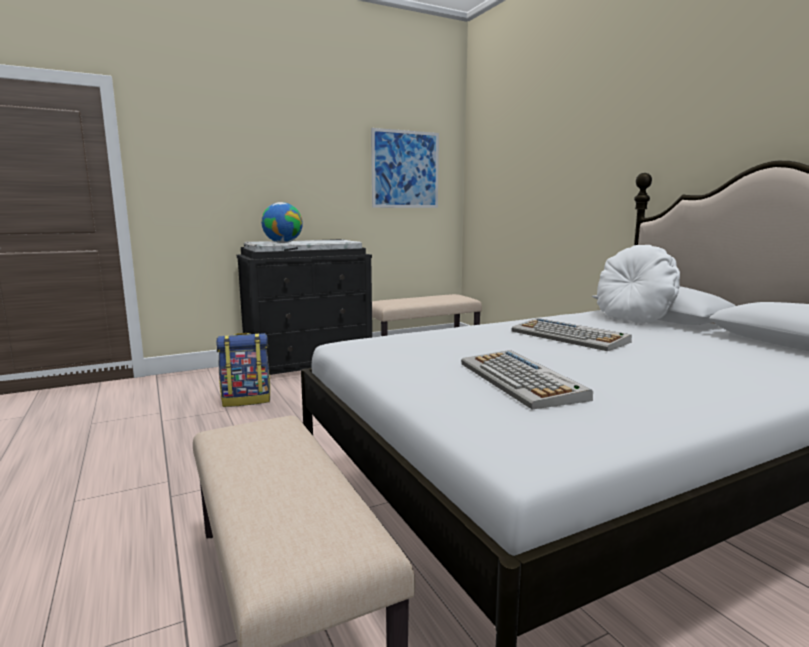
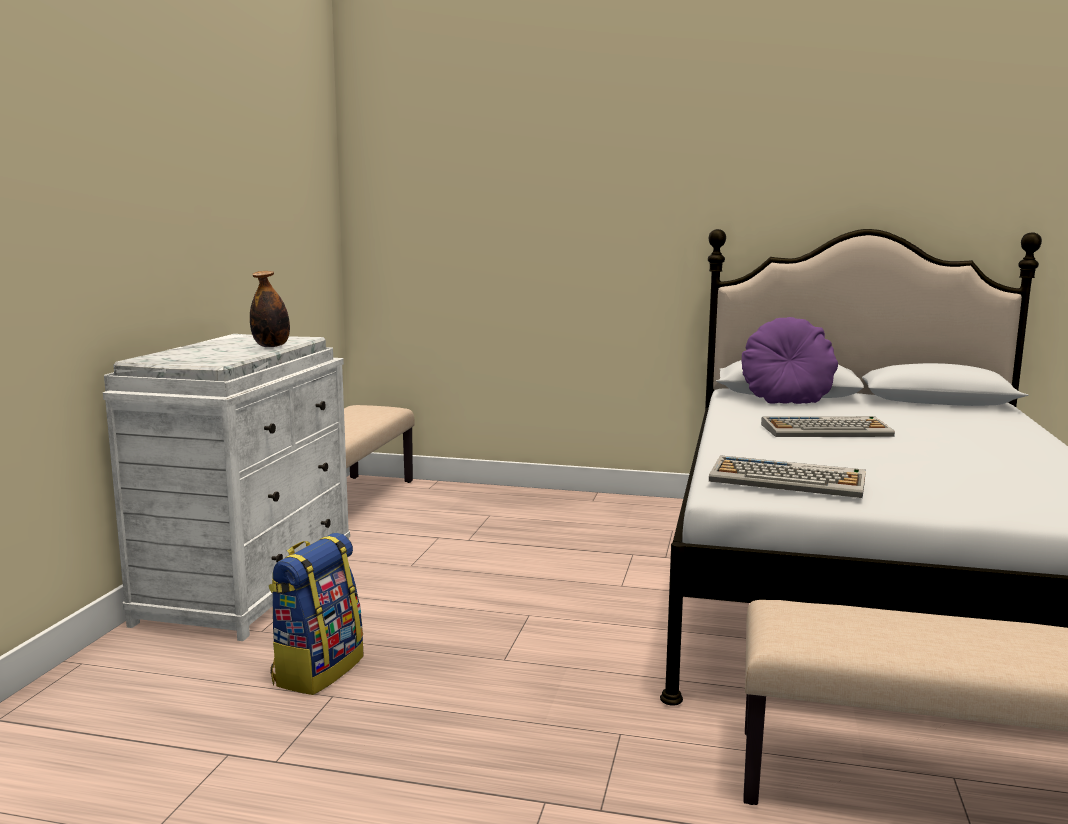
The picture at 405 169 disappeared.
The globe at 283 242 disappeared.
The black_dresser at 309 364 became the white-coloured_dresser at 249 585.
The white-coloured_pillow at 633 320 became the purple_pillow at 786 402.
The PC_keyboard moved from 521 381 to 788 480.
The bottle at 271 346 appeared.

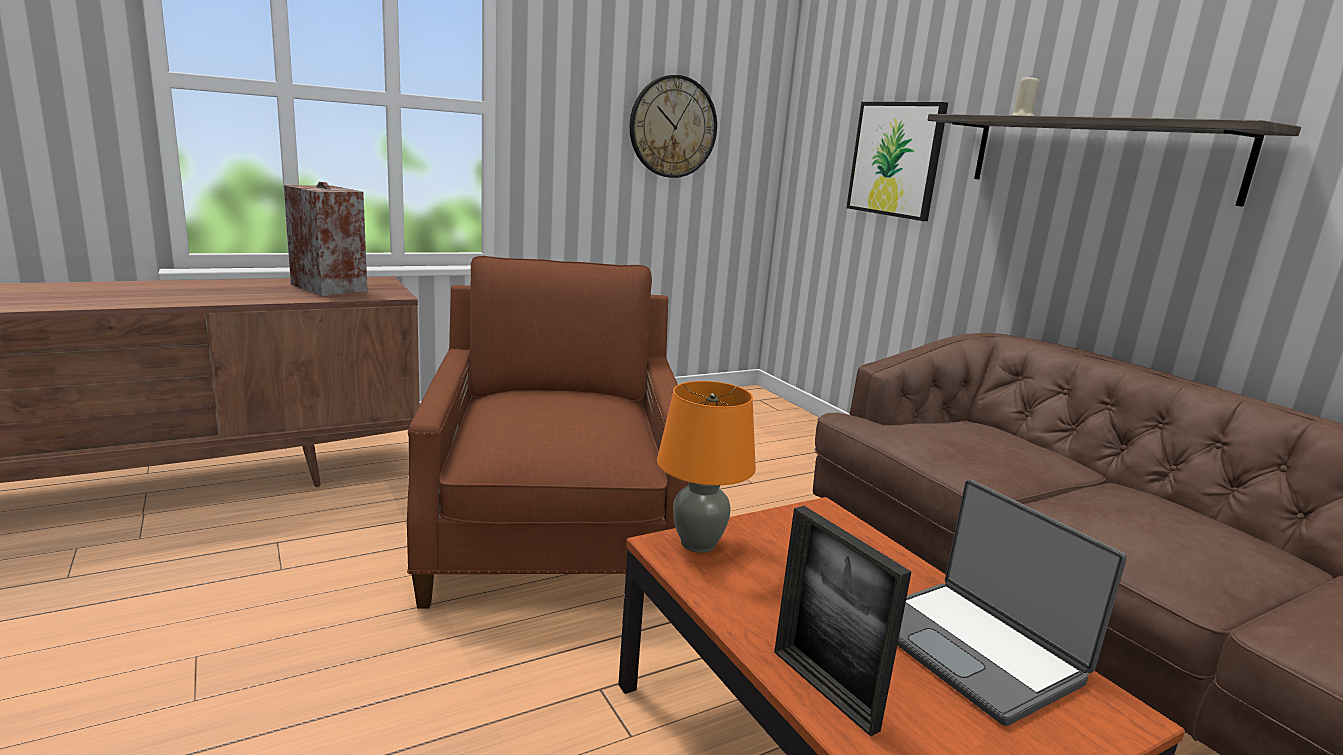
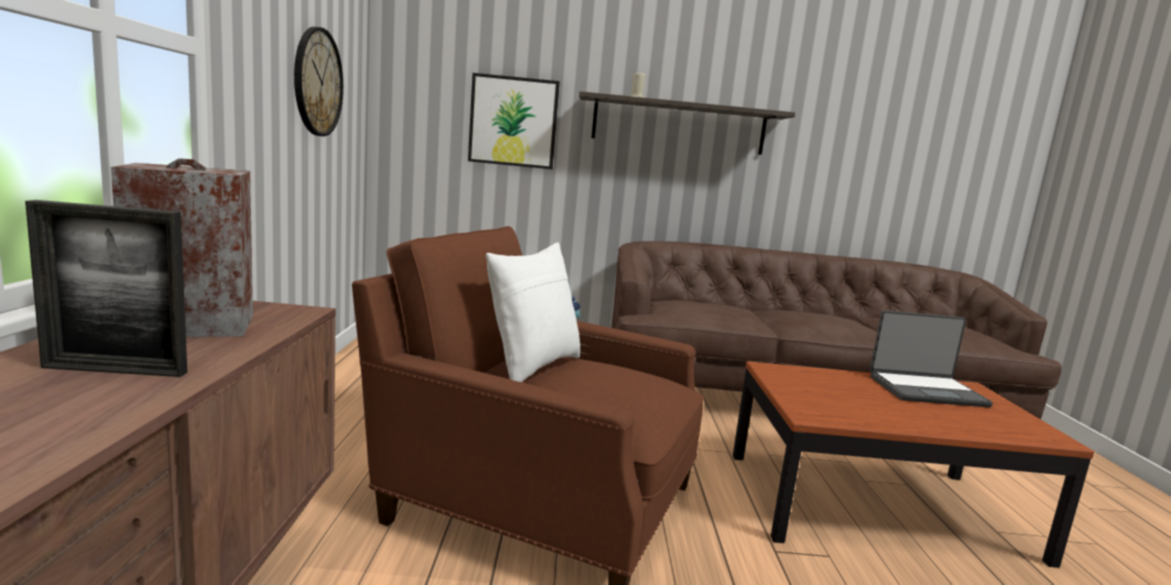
The orangey_lamp_for_a_table at 697 543 disappeared.
The standing_frame moved from 824 689 to 115 370.
The white-coloured_pillow at 532 368 appeared.

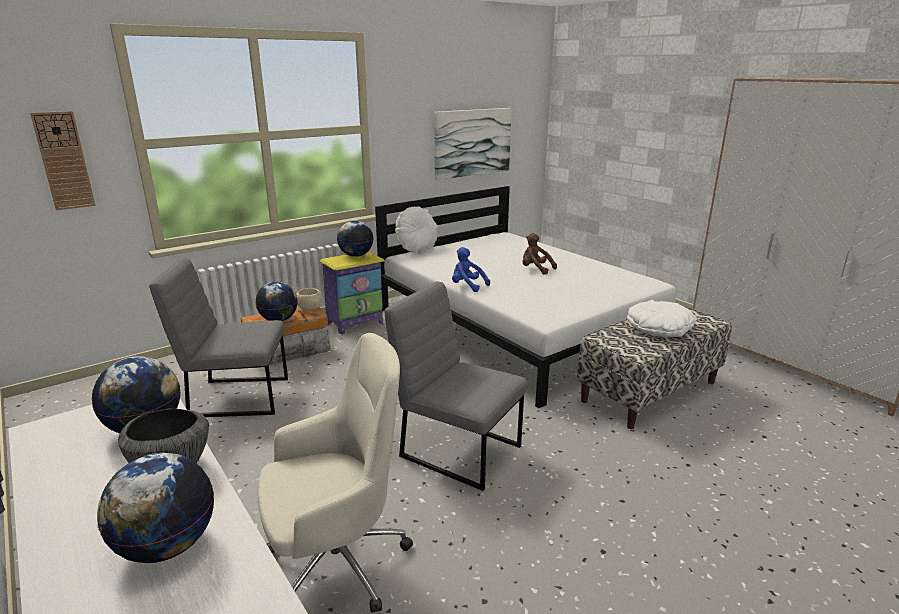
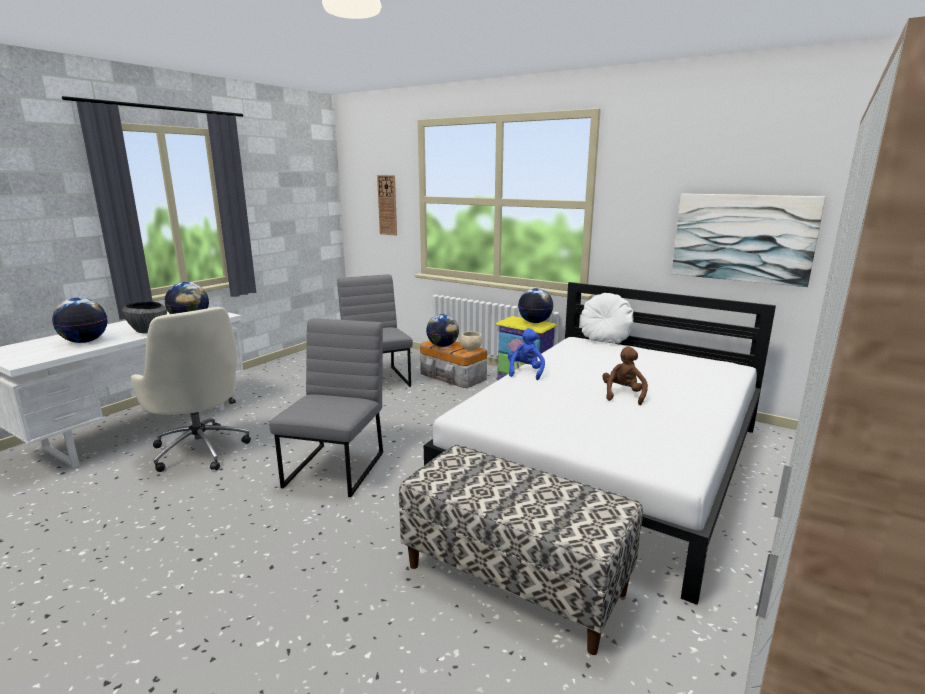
The white-coloured_pillow at 658 328 disappeared.

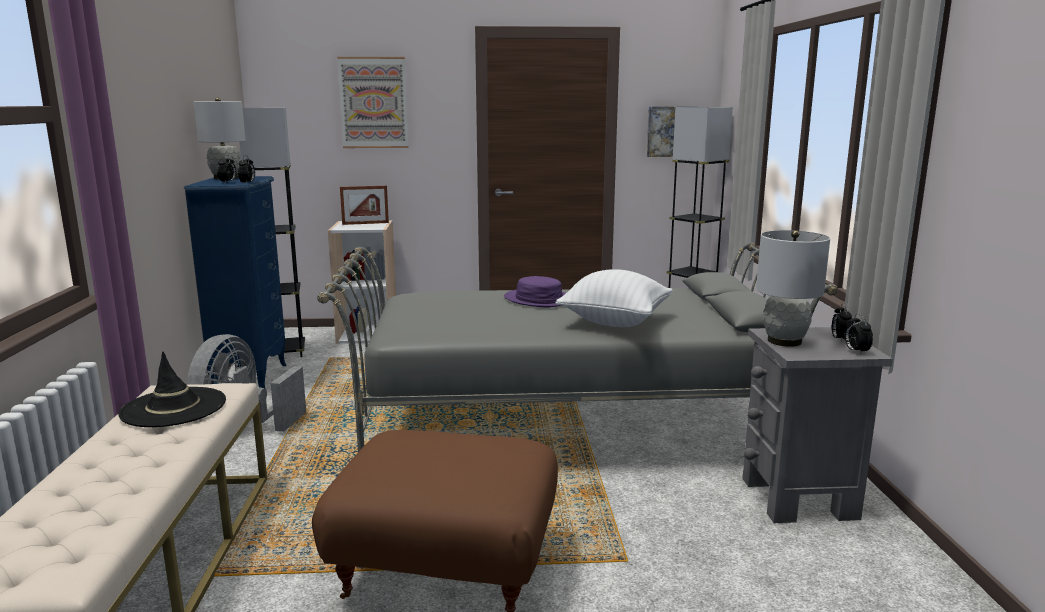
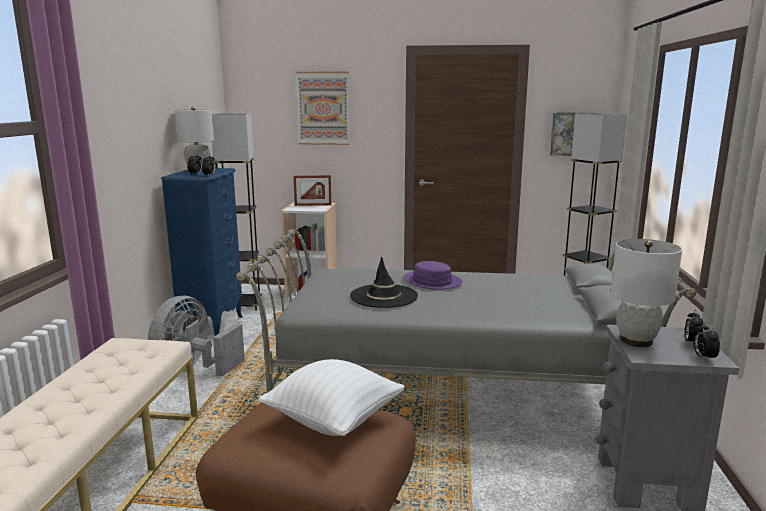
The white-coloured_pillow moved from 615 322 to 333 420.
The black_clothing_hat moved from 173 408 to 384 296.

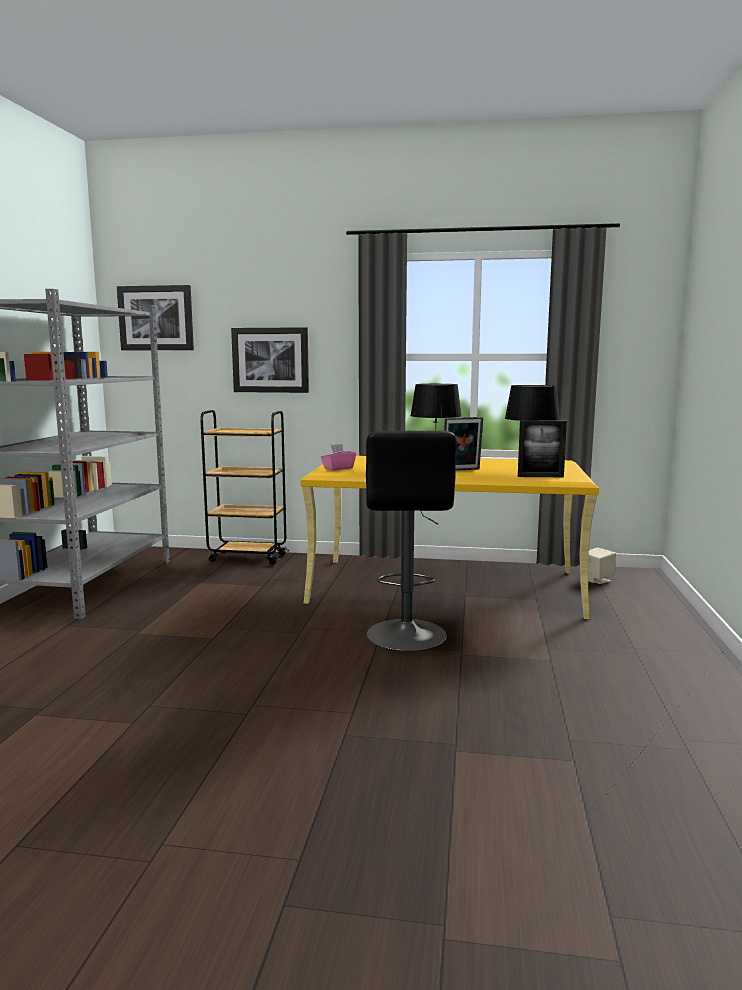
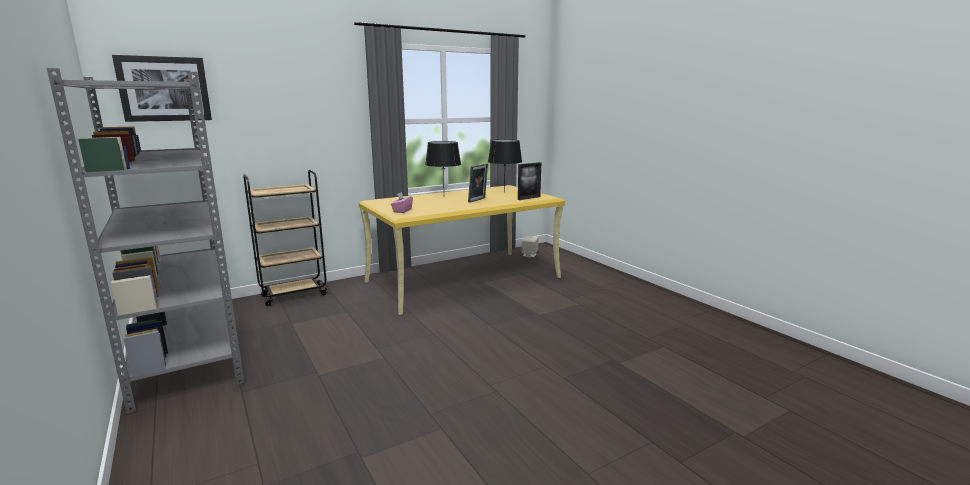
The picture at 270 360 disappeared.
The black_sitting_stool at 405 635 disappeared.

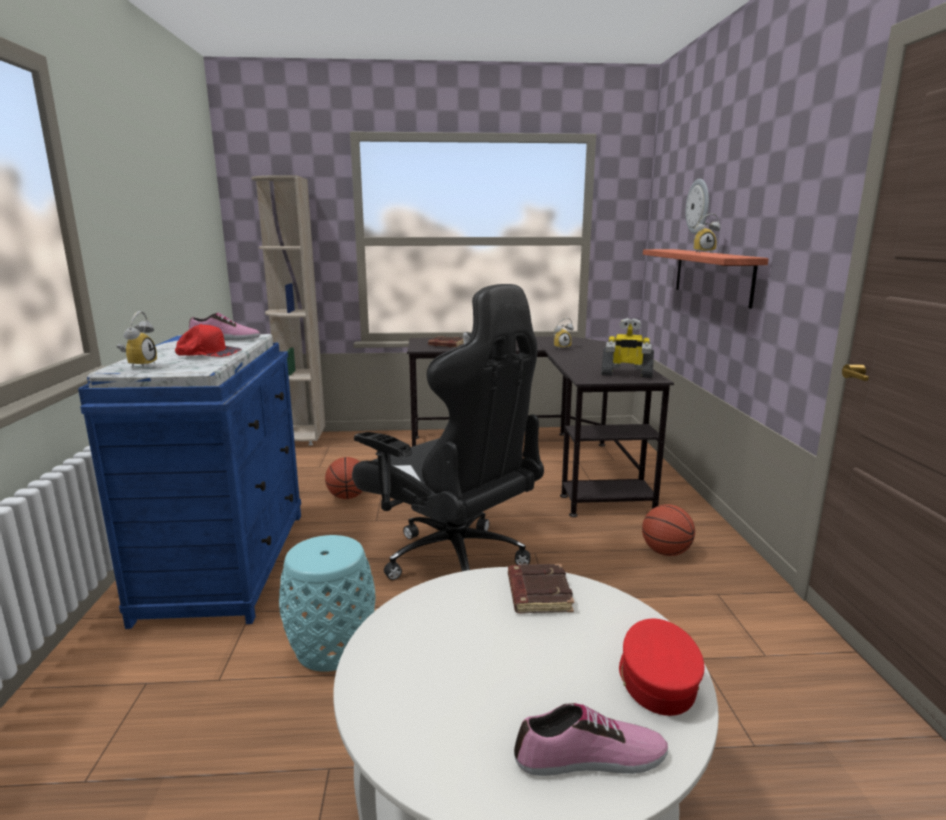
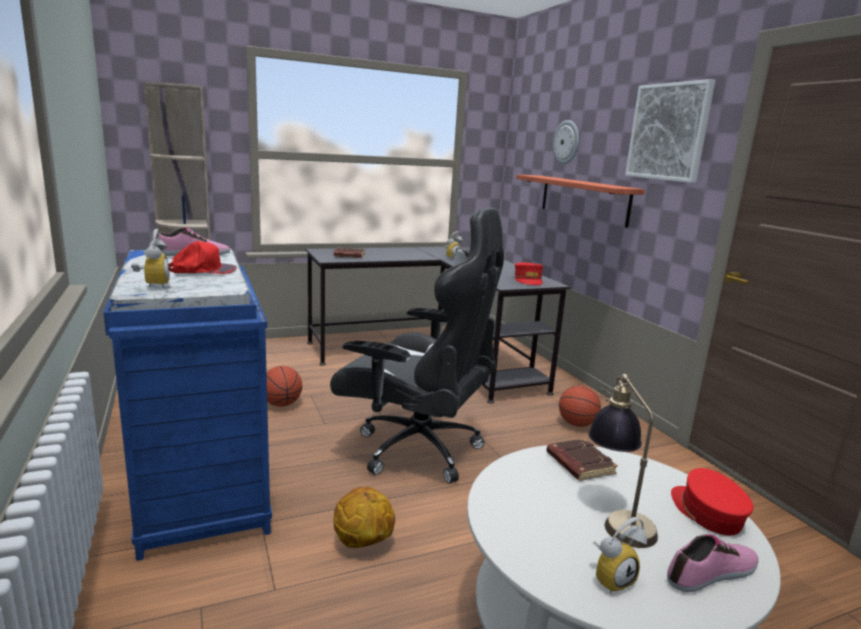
The alarm_clock moved from 702 253 to 611 578.
The toy_robot at 626 374 was replaced by the red-coloured_cap at 528 280.
The blue-green_sitting_stool at 331 648 was replaced by the basketball at 362 542.
The picture at 668 132 appeared.
The lamp_for_a_table at 616 516 appeared.

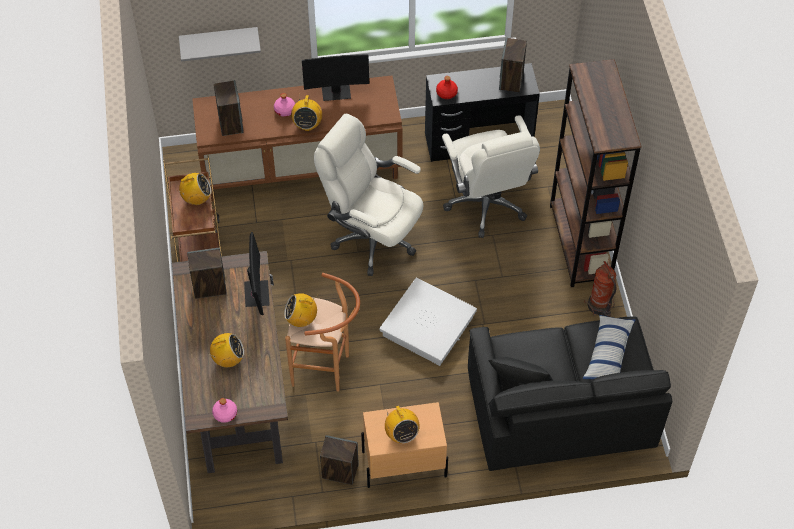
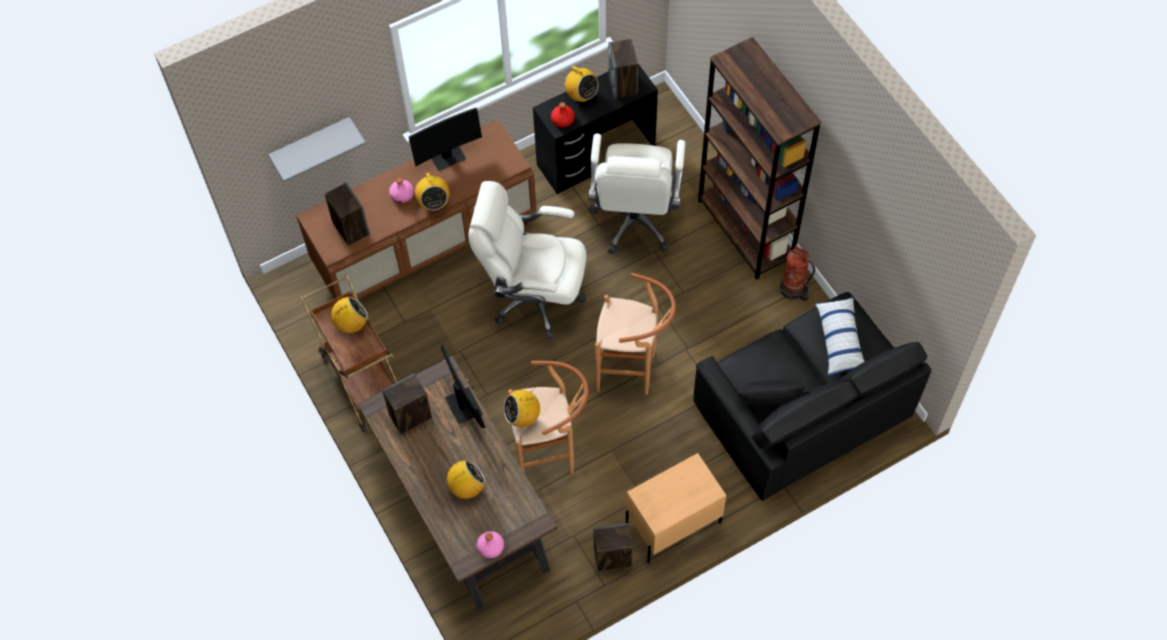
The white-coloured_desk_chair at 486 205 turned 45 degrees clockwise.
The white-coloured_storage_box at 427 327 was replaced by the brown_sitting_stool at 632 372.
The radio_set moved from 401 434 to 581 95.

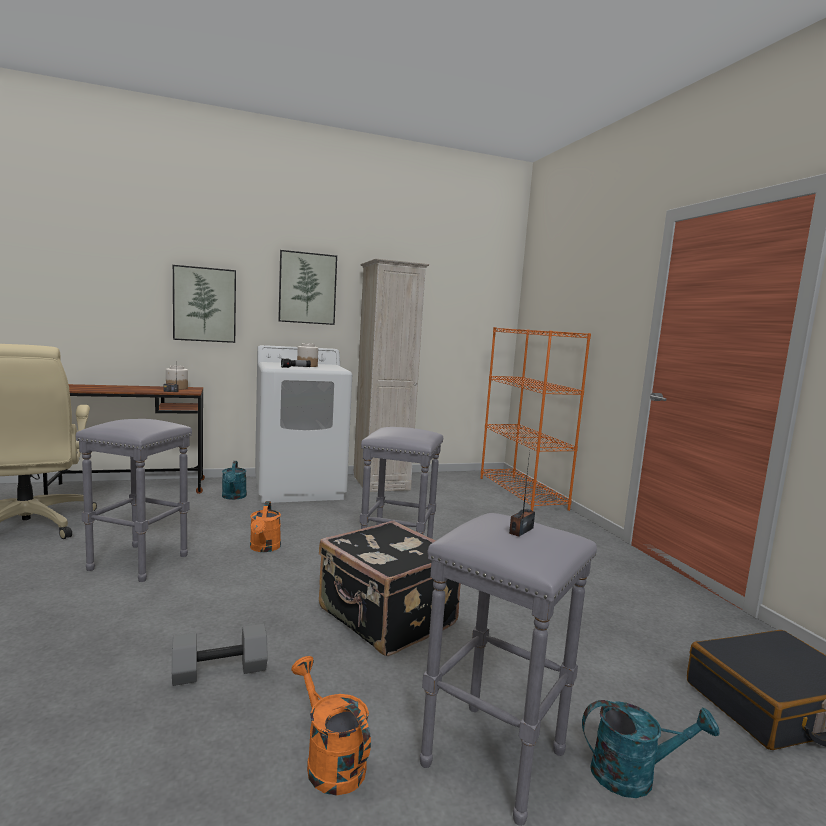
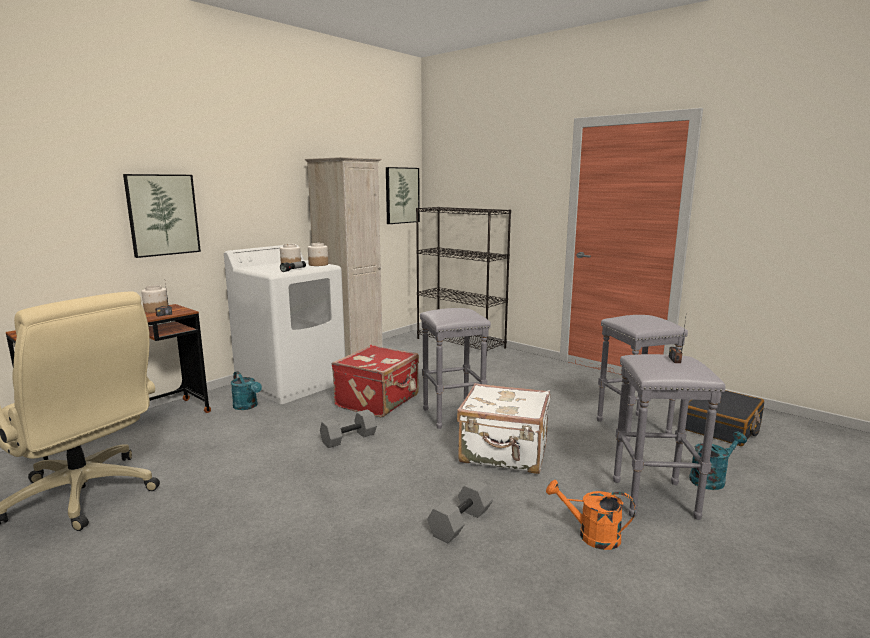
The picture moved from 307 288 to 401 195.
The orangey_shelving_unit at 522 493 became the black_shelving_unit at 461 343.
The grey_sitting_stool moved from 138 561 to 631 427.
The orangey_sprinkling_can at 264 548 was replaced by the grey_hand_weight at 349 438.
The black_suitcase at 385 618 became the white-coloured_suitcase at 504 453.
The jar at 318 264 appeared.
The red-coloured_suitcase at 379 401 appeared.

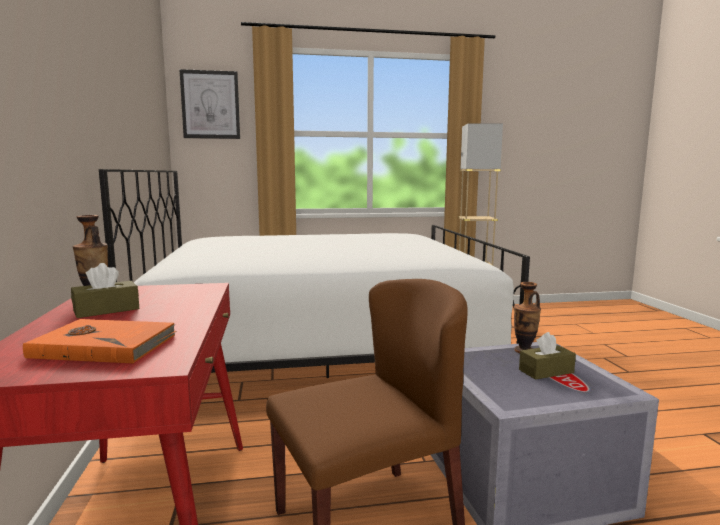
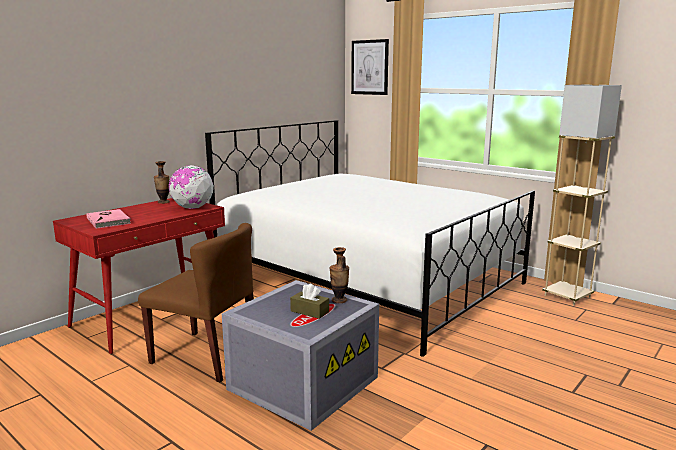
The brown_tissue_box at 106 310 disappeared.
The orangey_book at 105 345 became the pinkish_book at 109 221.
The globe at 192 208 appeared.

